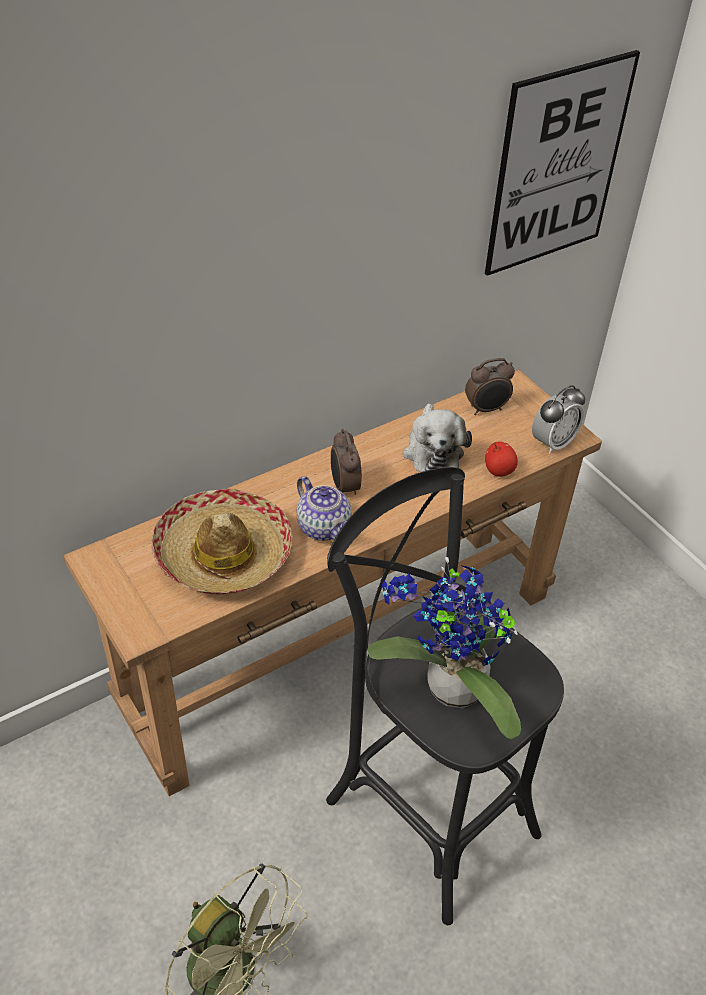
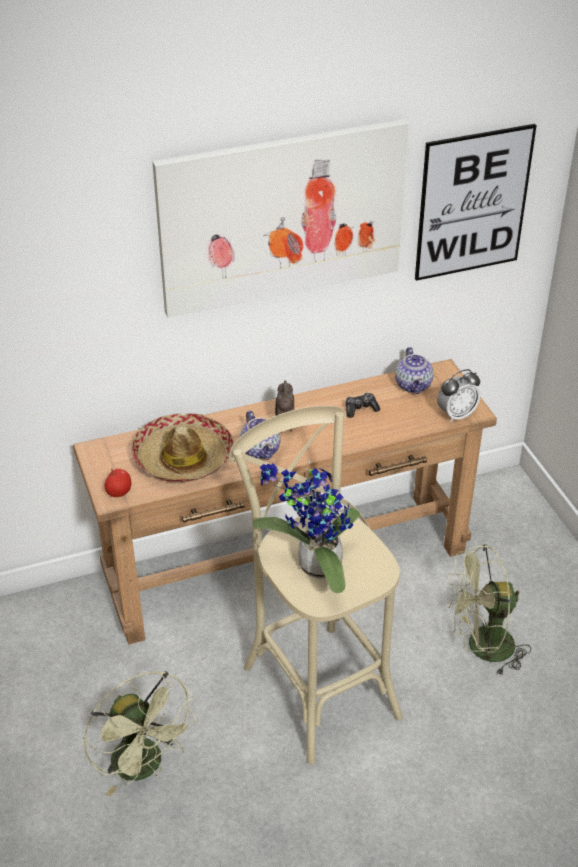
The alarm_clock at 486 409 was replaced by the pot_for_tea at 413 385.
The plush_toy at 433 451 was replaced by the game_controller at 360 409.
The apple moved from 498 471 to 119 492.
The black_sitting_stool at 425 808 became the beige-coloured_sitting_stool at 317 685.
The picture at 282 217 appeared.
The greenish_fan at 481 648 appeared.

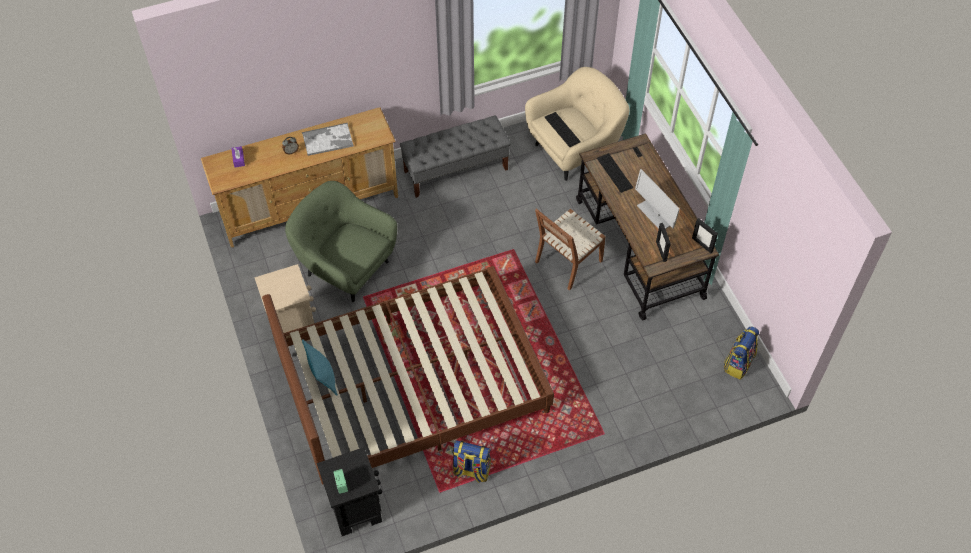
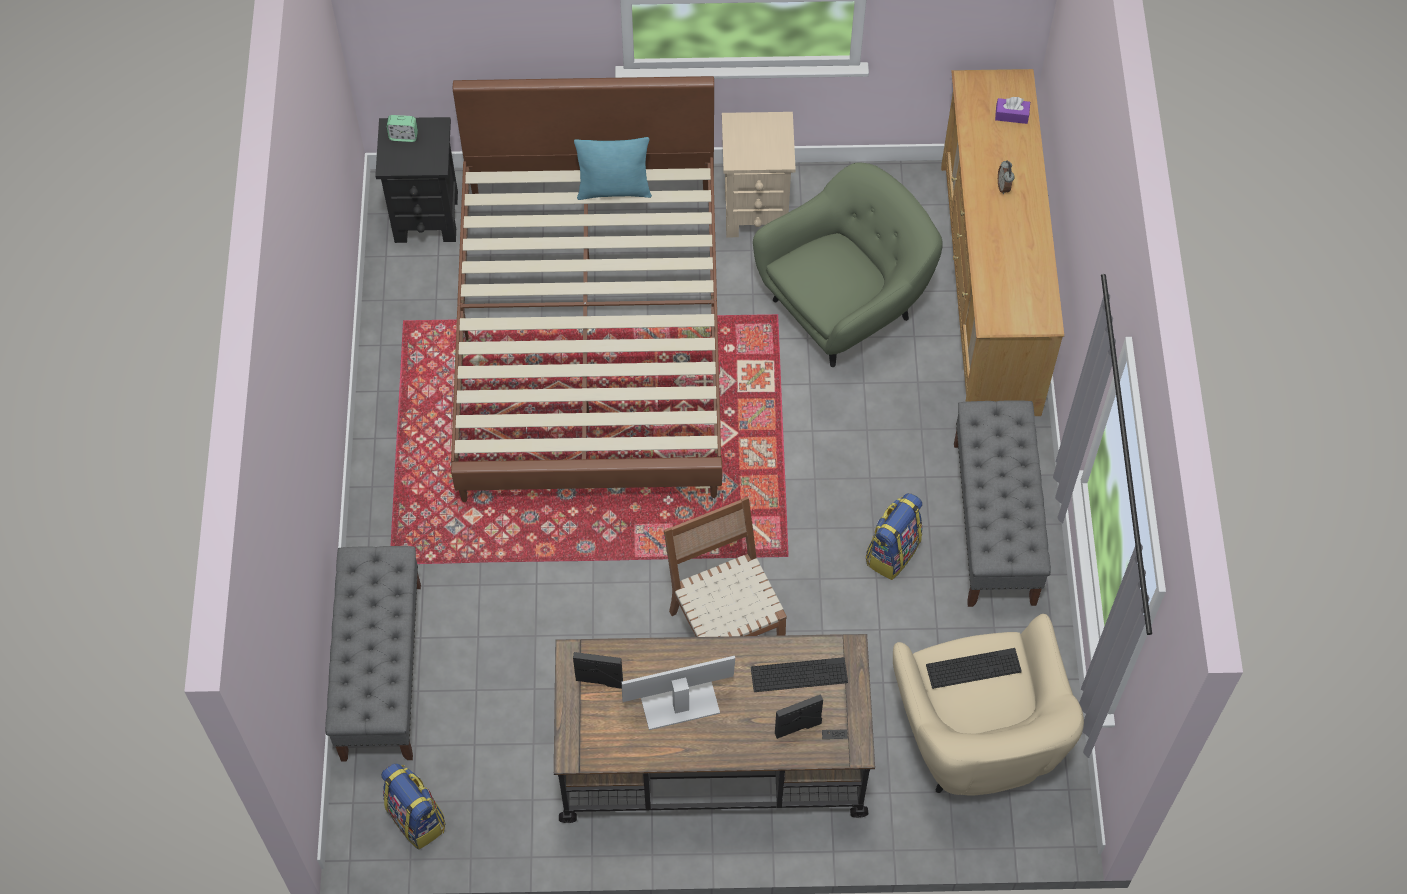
The tray at 328 140 disappeared.
The standing_frame moved from 702 244 to 798 728.
The knapsack moved from 471 470 to 892 552.
The grey_long_seat at 381 670 appeared.

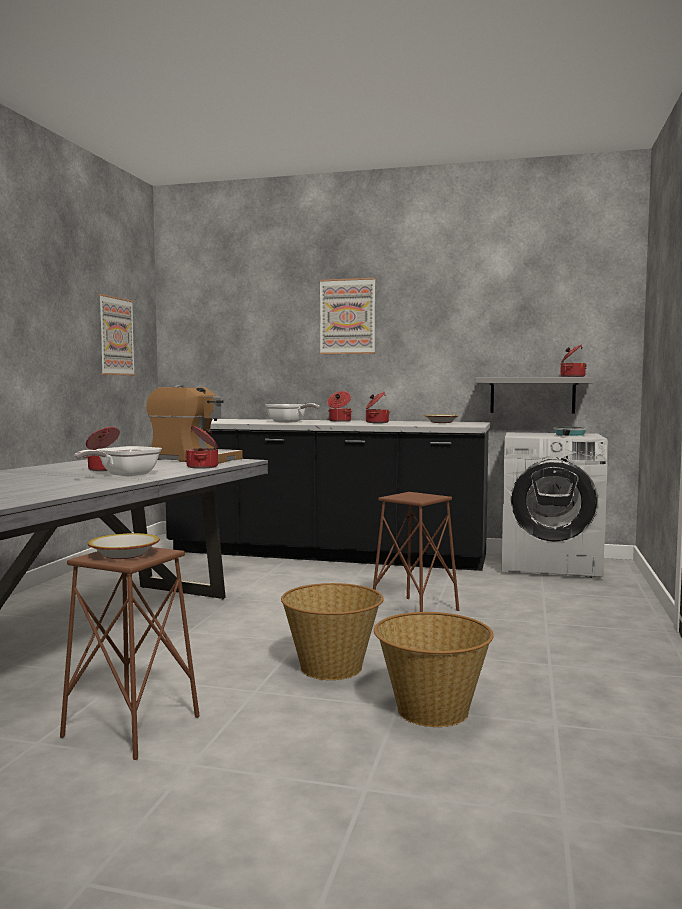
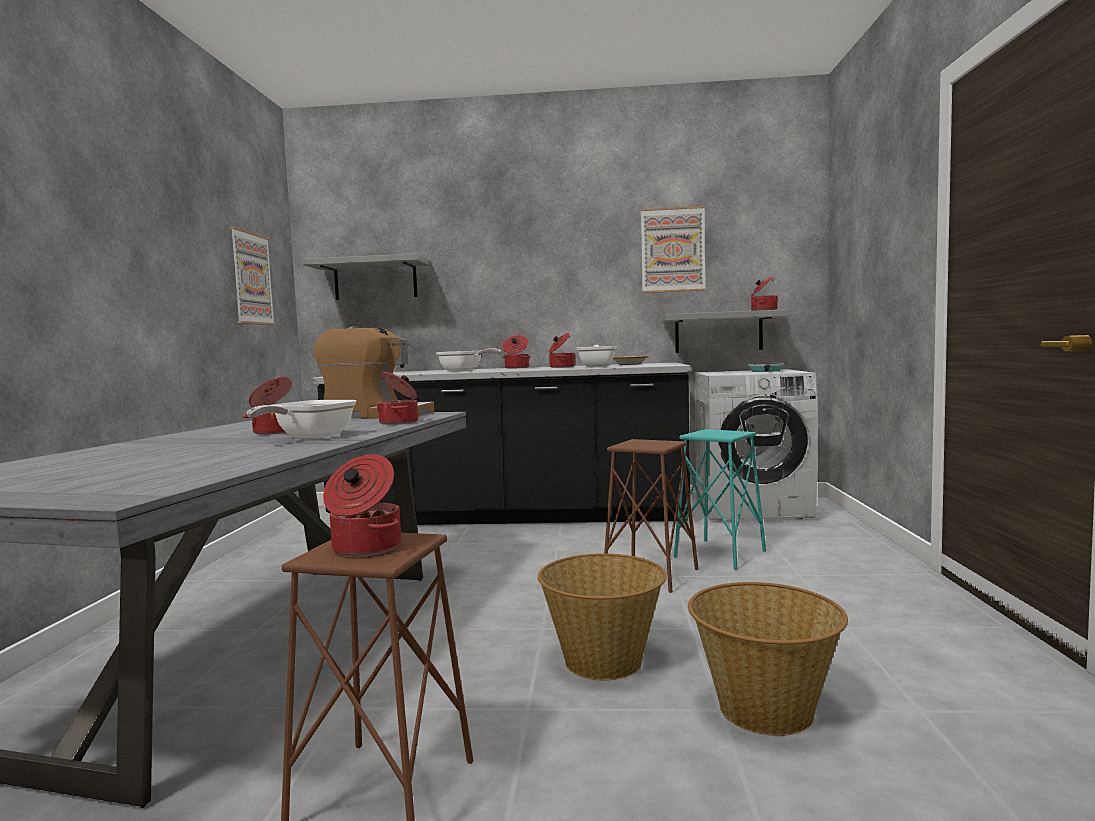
The picture moved from 347 316 to 672 250.
The deep_dish at 124 554 was replaced by the cooking_pot at 365 548.
The grey_bracket_shelf at 375 280 appeared.
The skillet at 597 366 appeared.
The blue-green_sitting_stool at 720 554 appeared.

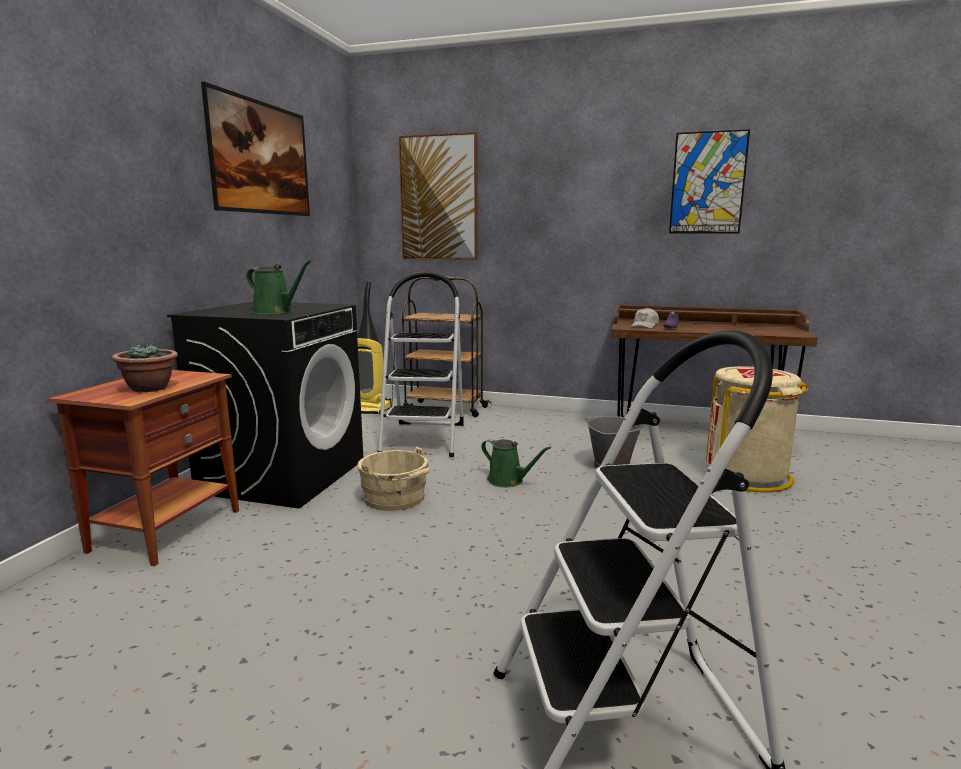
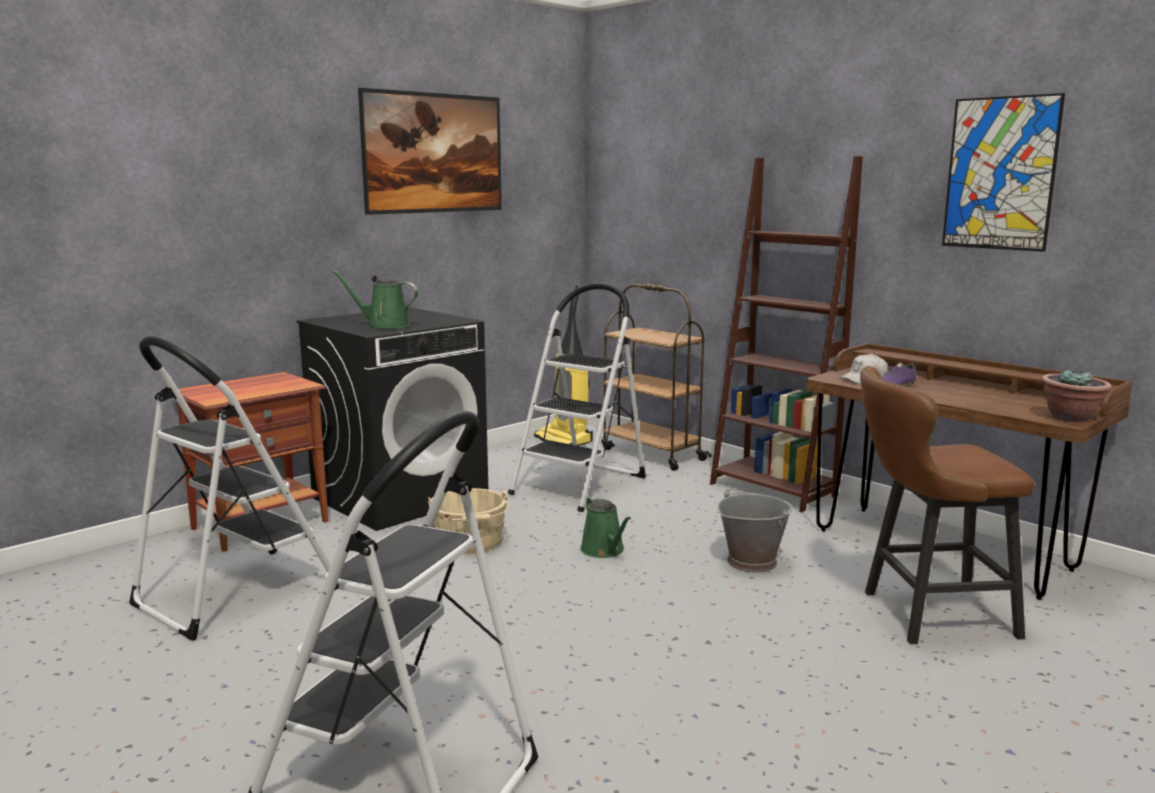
The picture at 439 198 disappeared.
The greenish_sprinkling_can at 276 312 turned 135 degrees clockwise.
The plant_in_a_pot moved from 150 388 to 1071 418.
The beige-coloured_rubbish_bin at 747 475 was replaced by the brown_sitting_stool at 922 615.
The brown_shelving_unit at 773 489 appeared.
The step_ladder at 231 593 appeared.

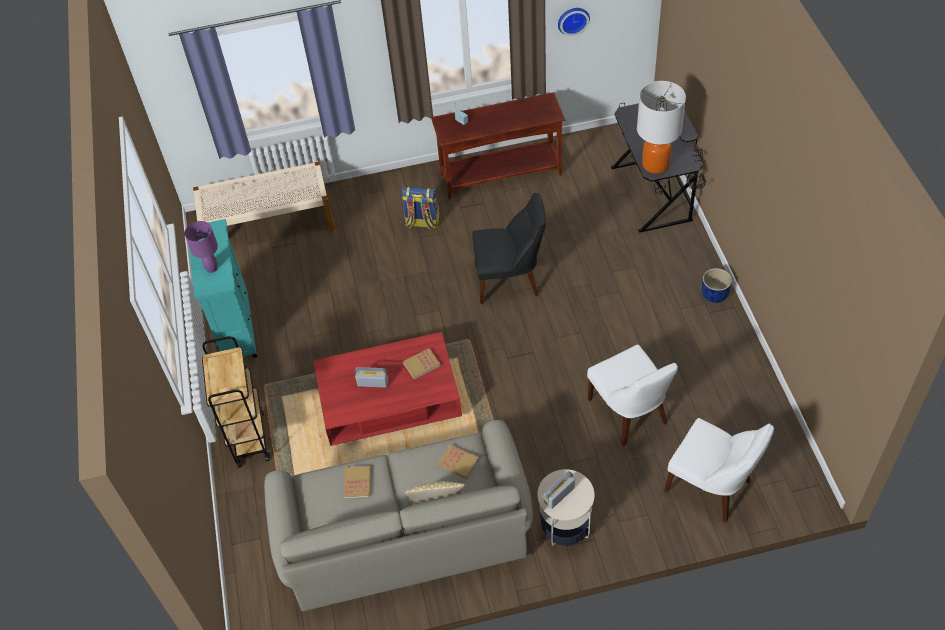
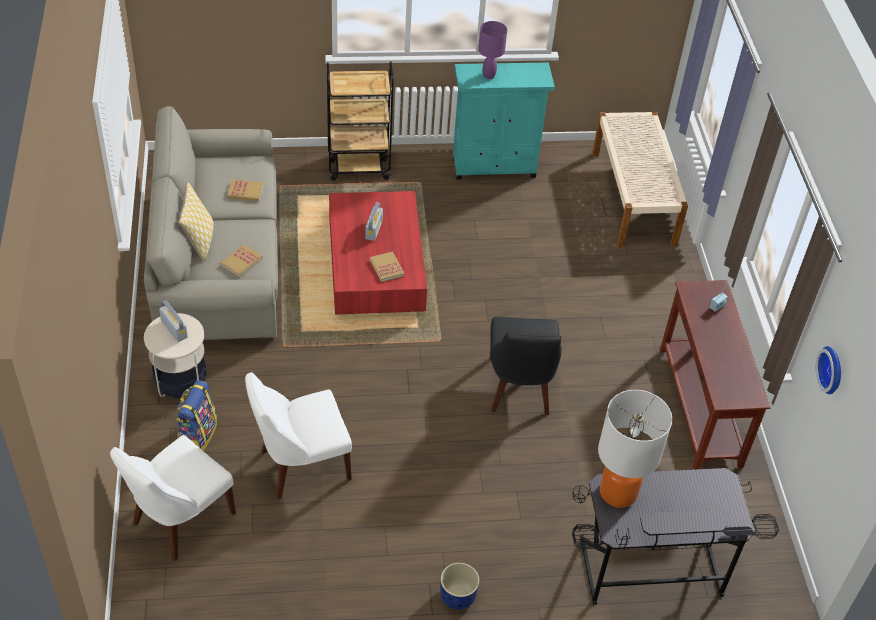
The knapsack moved from 422 222 to 197 435.

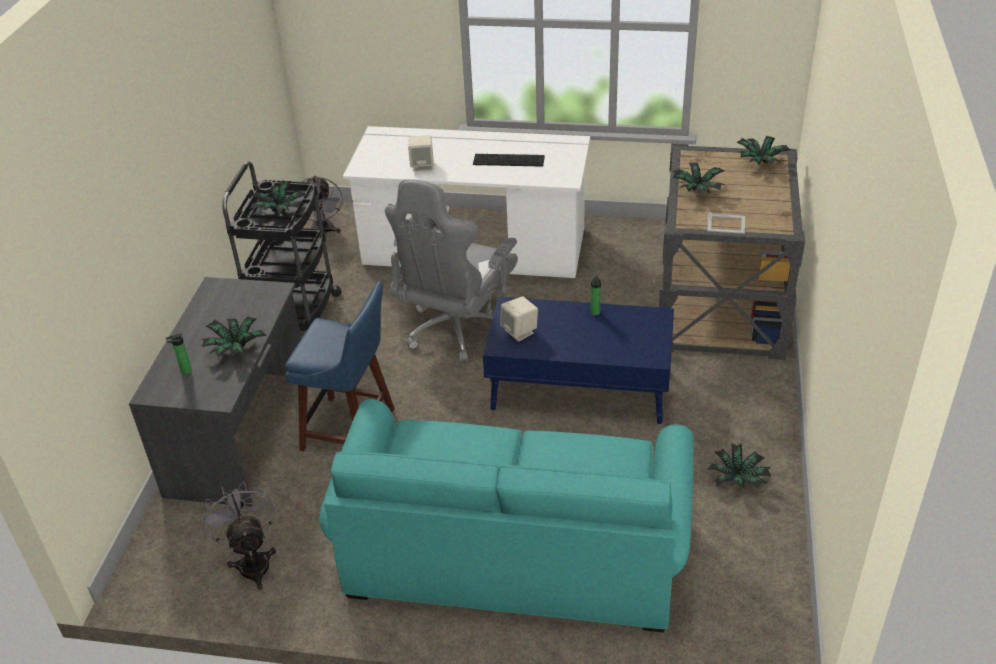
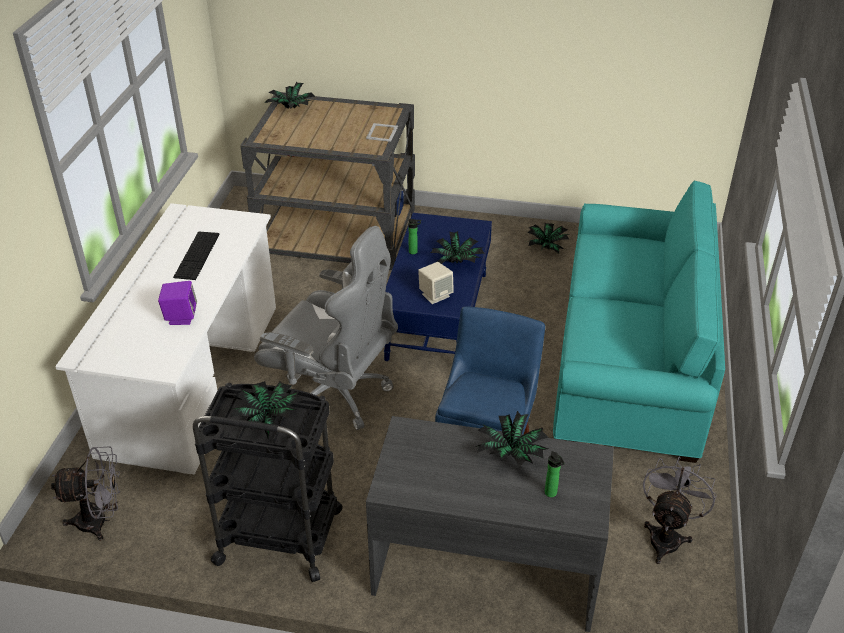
The beige-coloured_loudspeaker at 422 165 became the purple_loudspeaker at 181 317.
The plant_in_a_pot moved from 697 191 to 457 262.
The grey_fan at 253 561 turned 135 degrees clockwise.

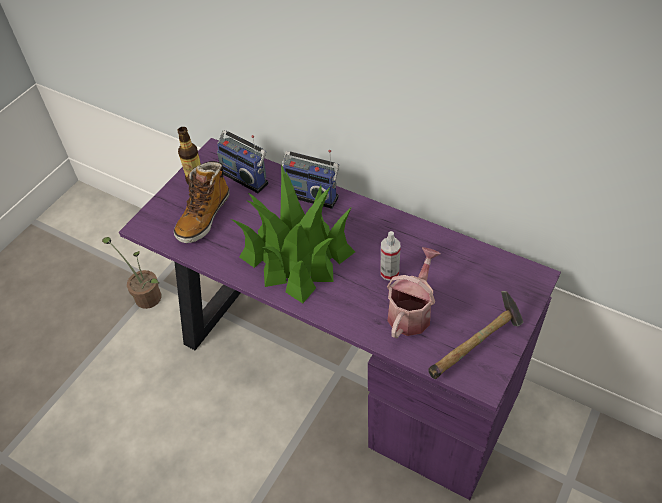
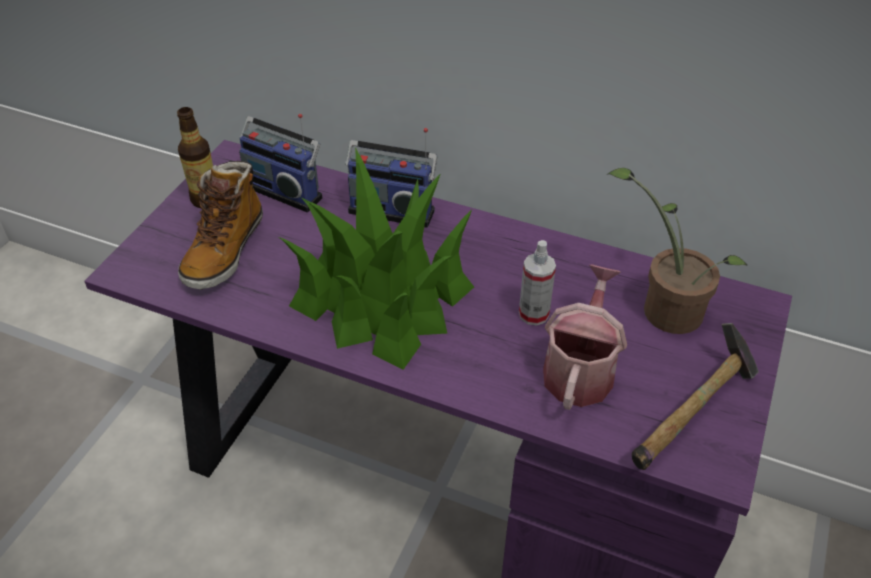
The plant_in_a_pot moved from 146 294 to 665 306.

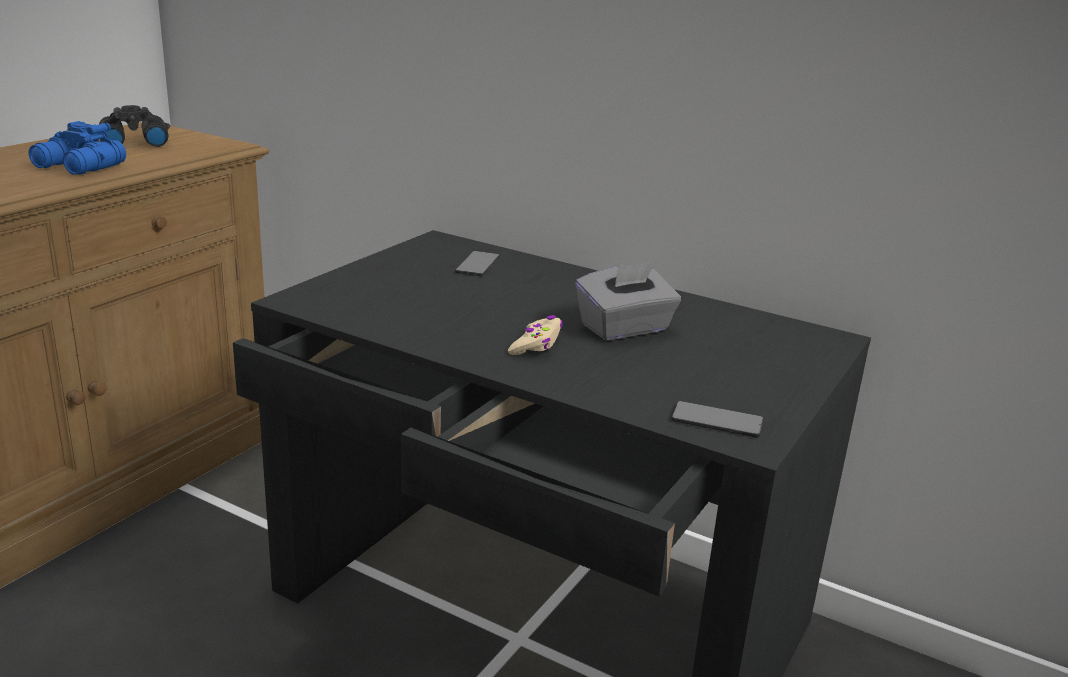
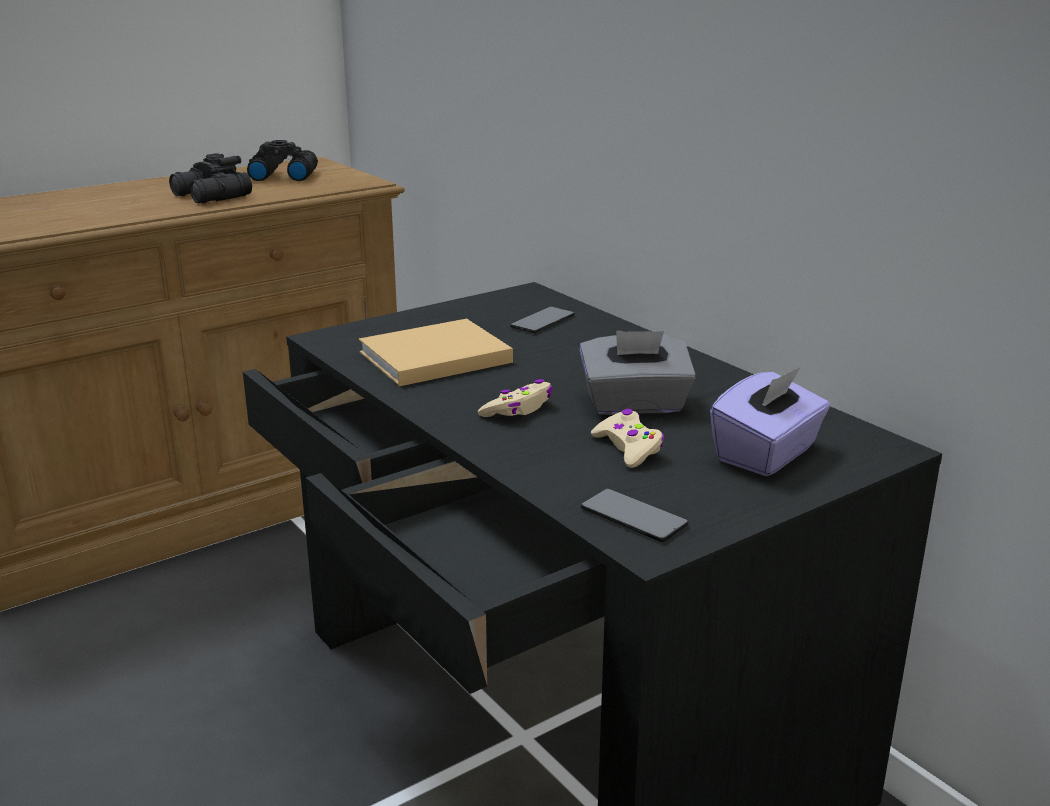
The blue-coloured_pair_of_binoculars at 79 167 became the black_pair_of_binoculars at 211 196.
The beige-coloured_book at 431 358 appeared.
The purple_tissue_box at 767 454 appeared.
The beige-coloured_game_controller at 628 448 appeared.

